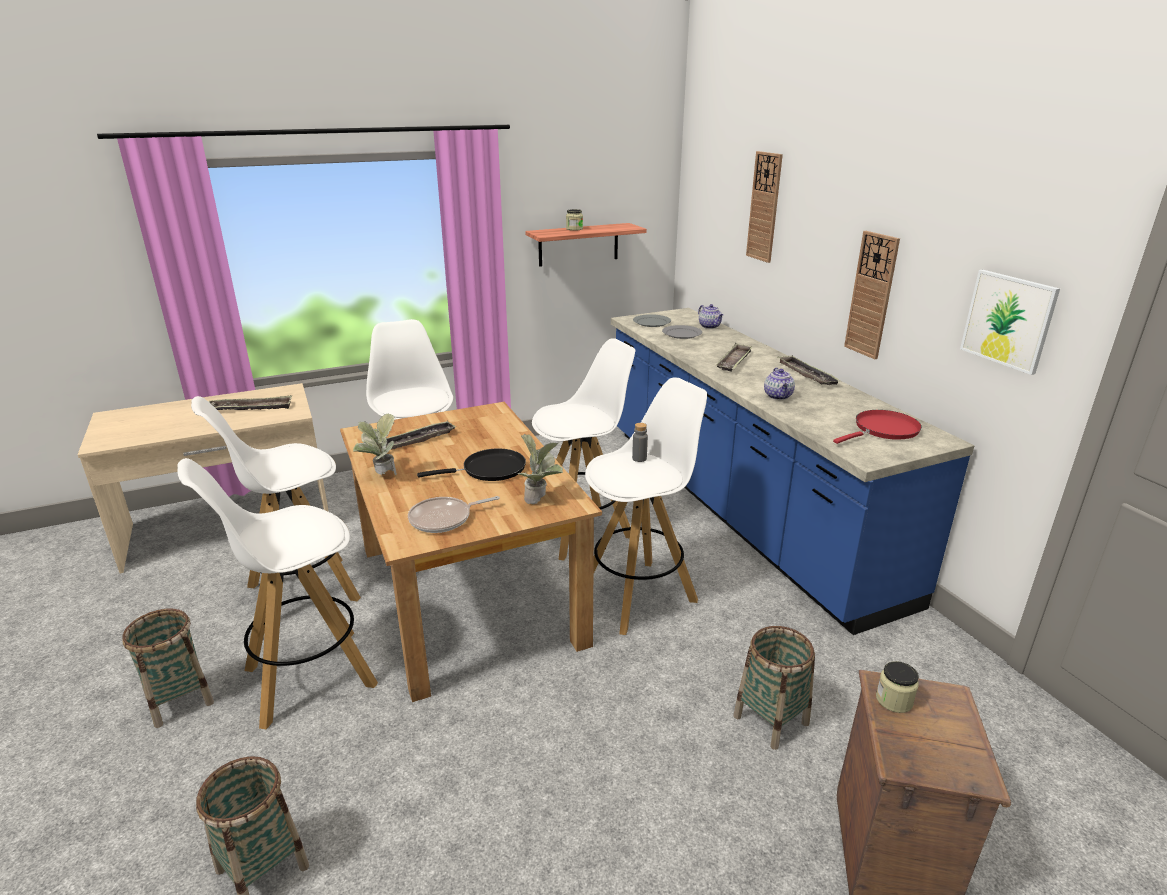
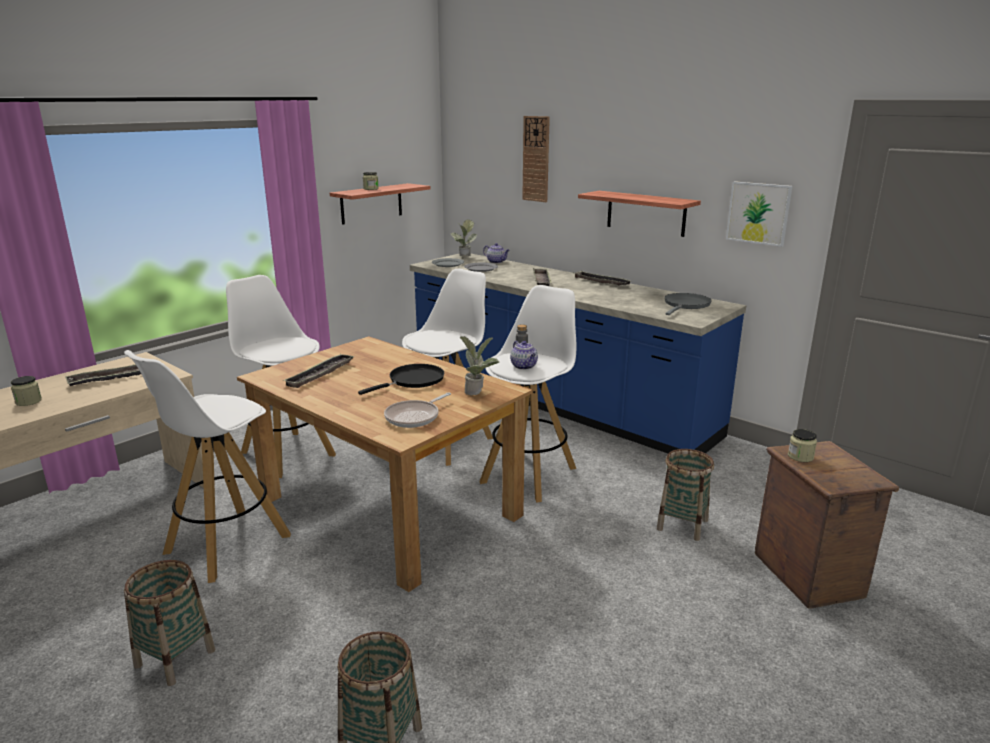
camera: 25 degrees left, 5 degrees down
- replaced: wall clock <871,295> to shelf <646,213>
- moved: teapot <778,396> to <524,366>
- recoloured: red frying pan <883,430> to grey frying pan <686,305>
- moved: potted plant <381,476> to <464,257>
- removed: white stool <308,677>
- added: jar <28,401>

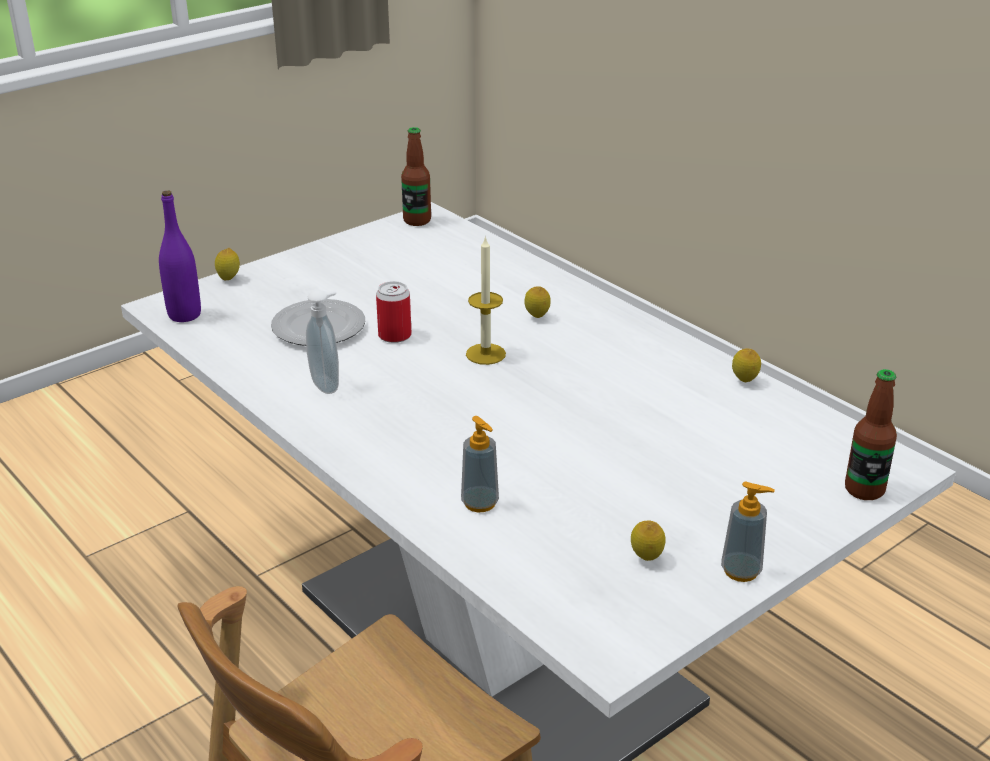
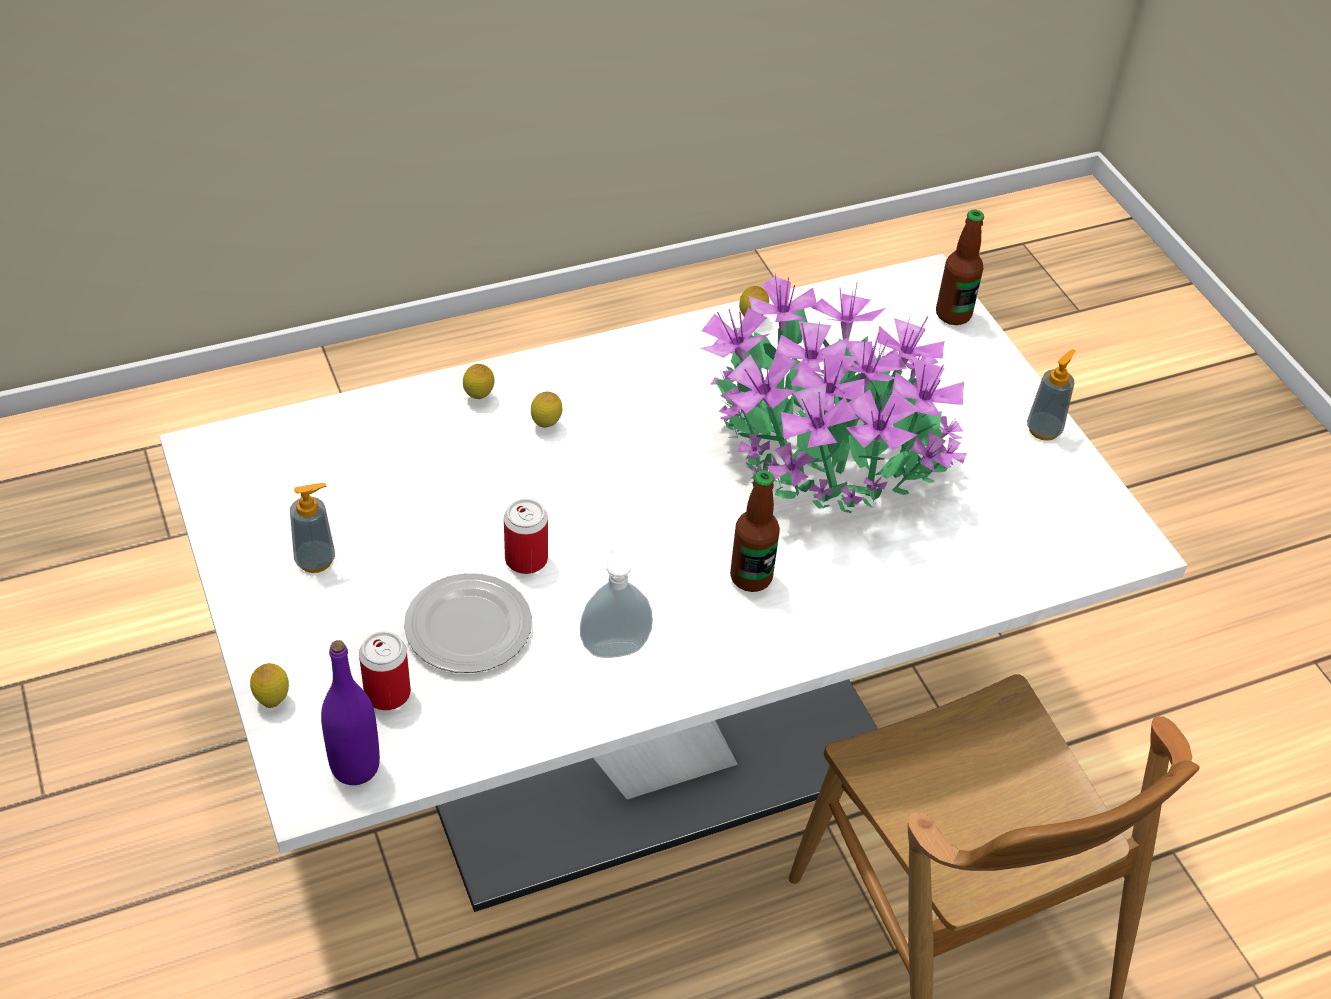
camera: 75 degrees left, 15 degrees up
- moved: bottle <417,220> to <751,577>
- removed: candle <485,354>
- moved: soap dispenser <480,503> to <315,560>
- moved: lemon <646,559> to <479,397>
- added: potted plant <825,456>
- added: can <387,693>

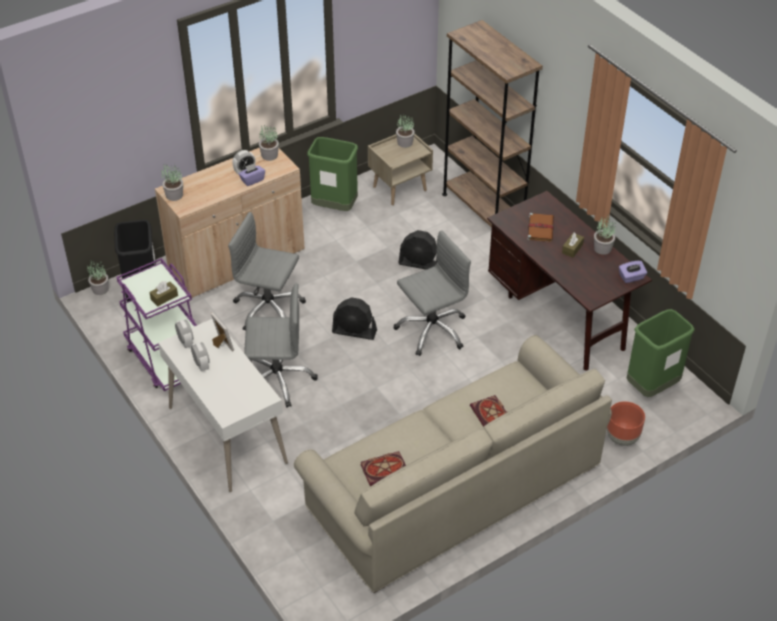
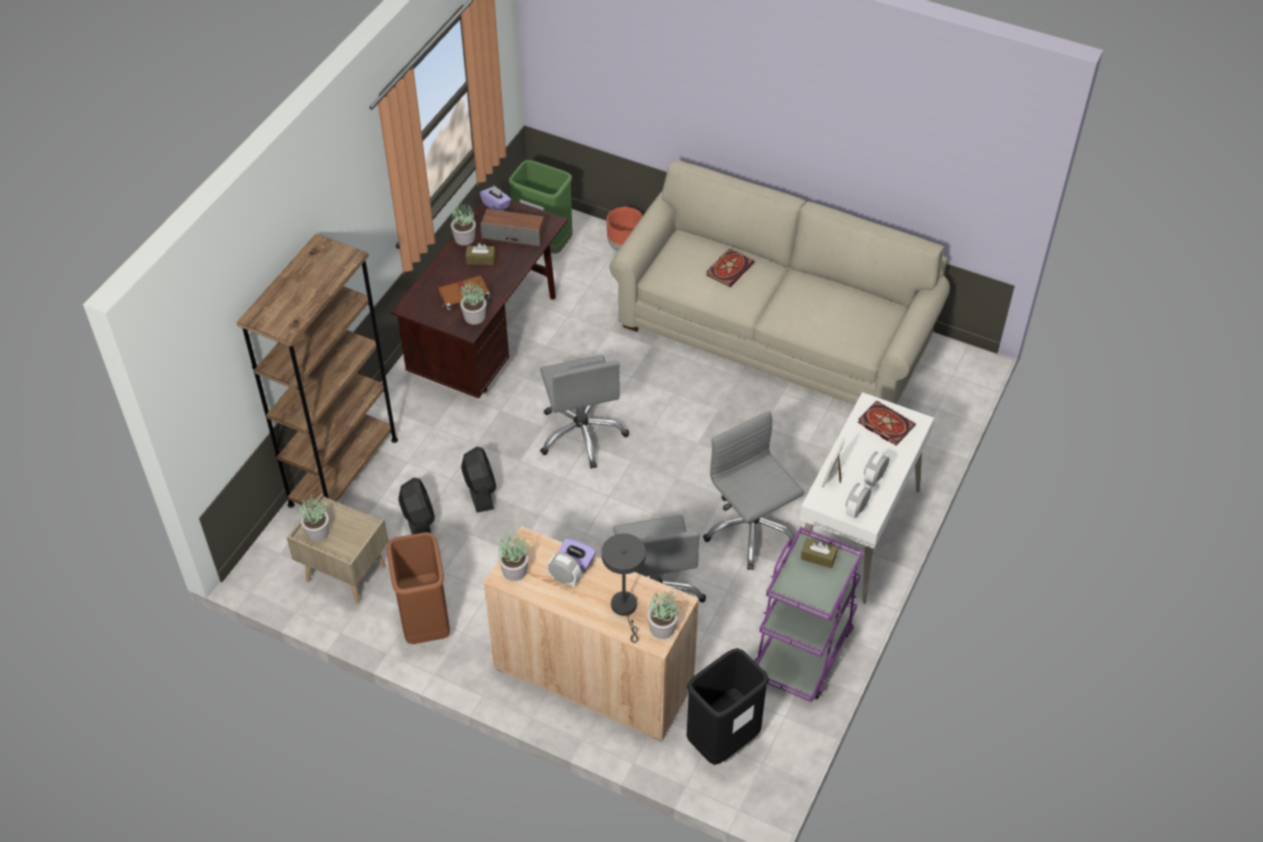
camera: 120 degrees left, 5 degrees up
- recoloured: green trash can <335,207> to brown trash can <425,624>
- turned: grey office chair <432,330> = <582,434> 135 degrees counterclockwise
- moved: potted plant <100,289> to <475,317>
- moved: black fan <354,331> to <419,521>
- moved: book <385,469> to <884,424>
- added: speaker <513,234>
- added: grey table lamp <625,609>

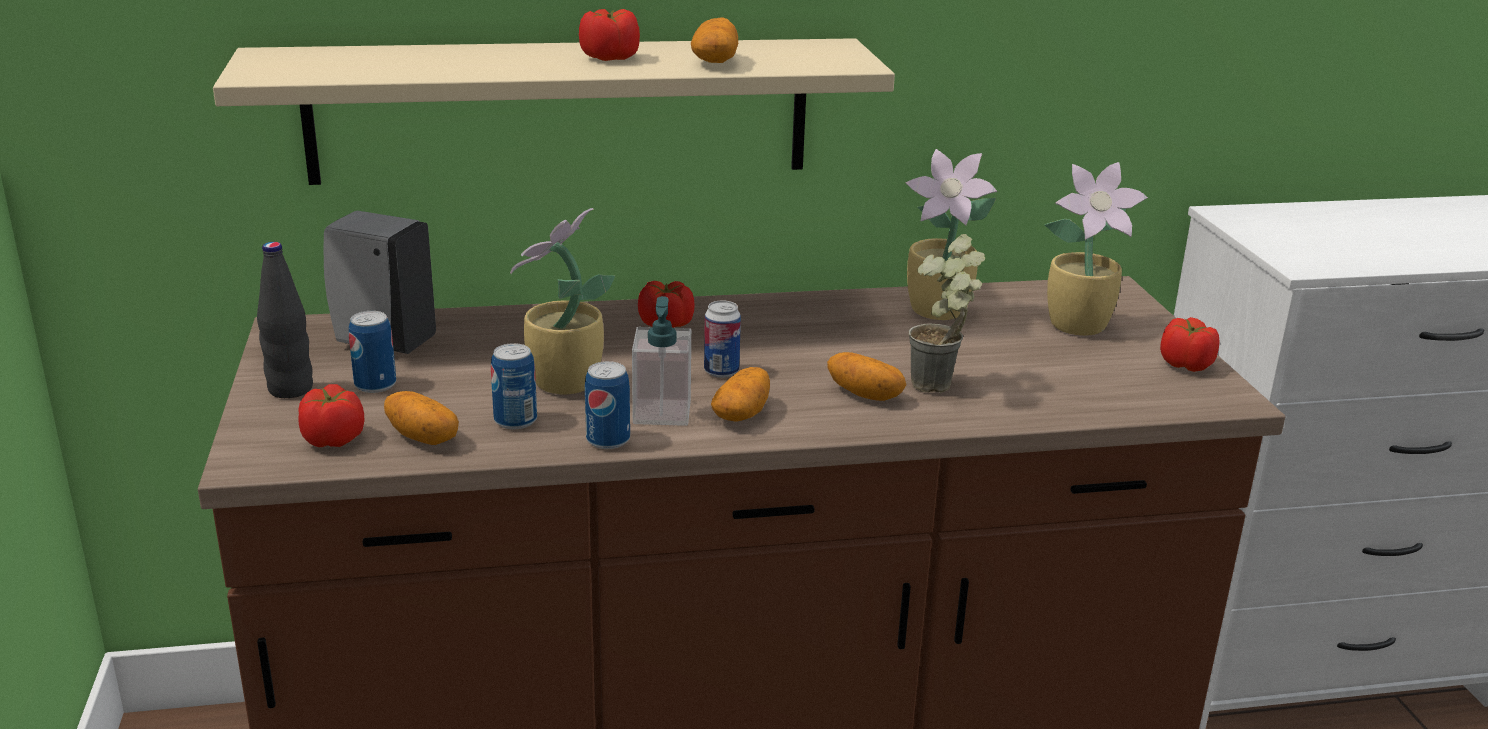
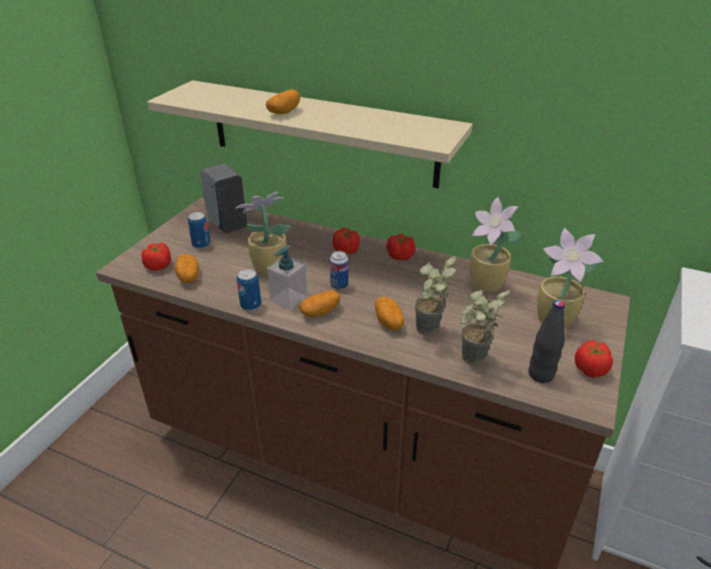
camera: 35 degrees right, 10 degrees up
- moved: tomato <609,58> to <400,256>
- moved: potato <714,62> to <284,112>
- moved: black bottle <291,389> to <541,375>
- removed: can <515,421>
- added: potted plant <472,363>

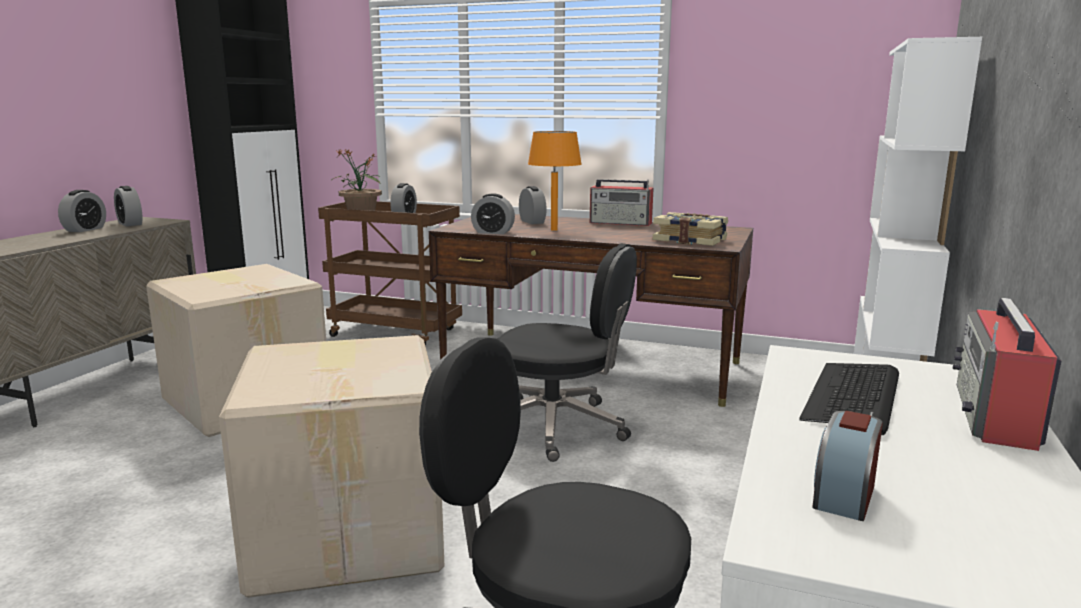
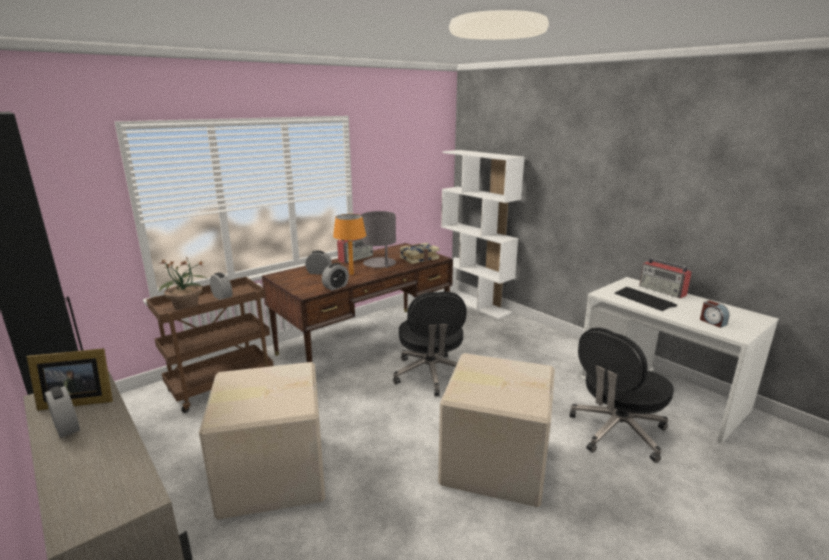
camera: 60 degrees left, 5 degrees up
- replaced: alarm clock <130,224> to picture frame <76,401>
- turned: black office chair <558,427> = <430,375> 120 degrees clockwise
- added: grey table lamp <379,263>

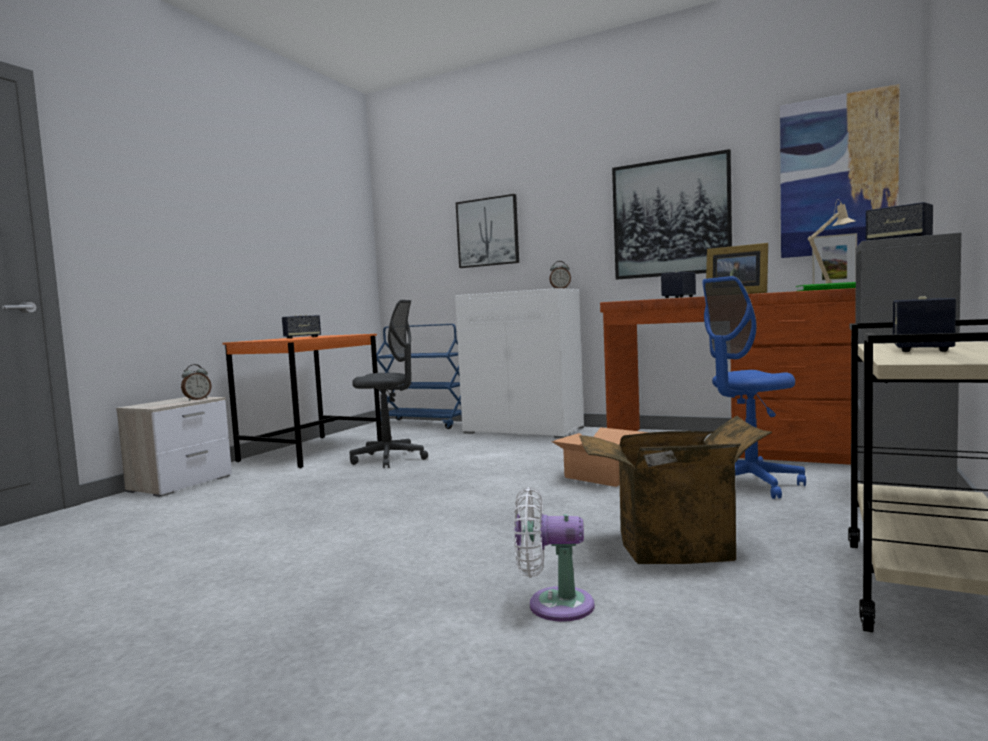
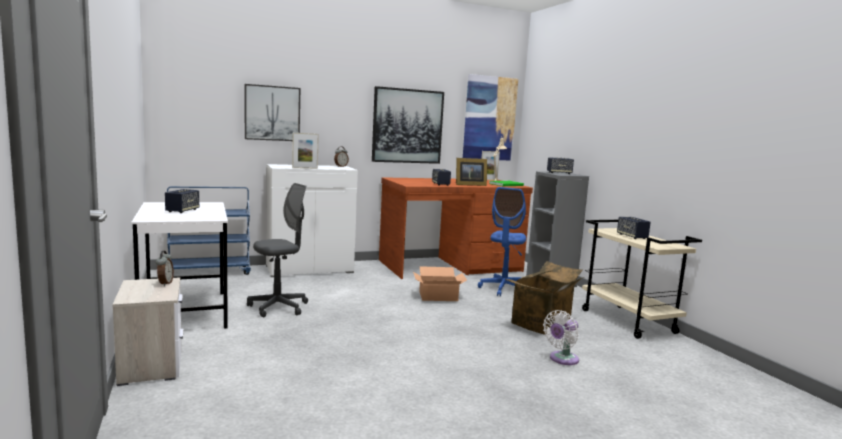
camera: 50 degrees left, 5 degrees up
- recoloured: orange desk <312,451> to white desk <184,312>
- added: picture frame <305,168>

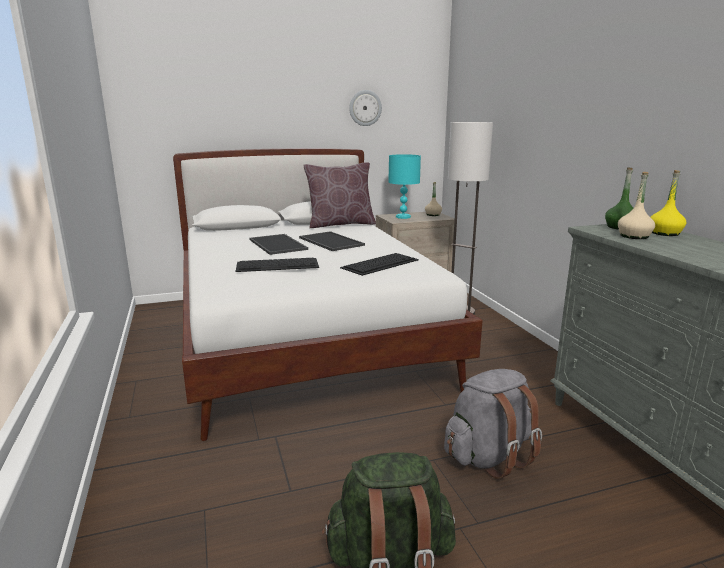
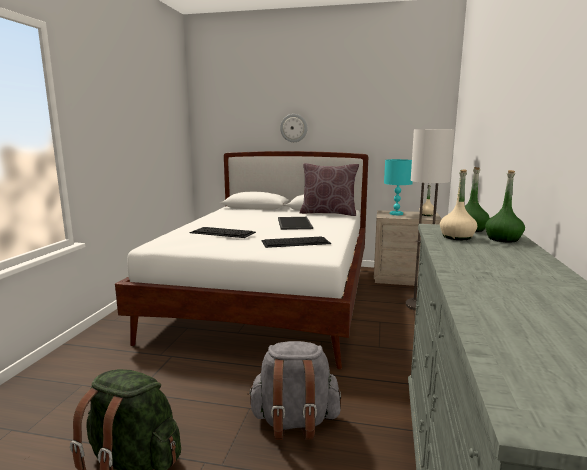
camera: 30 degrees right, 5 degrees down
- moved: wall clock <365,108> to <293,128>
- recoloured: yellow bottle <665,233> to green bottle <503,239>
- removed: tray <279,244>

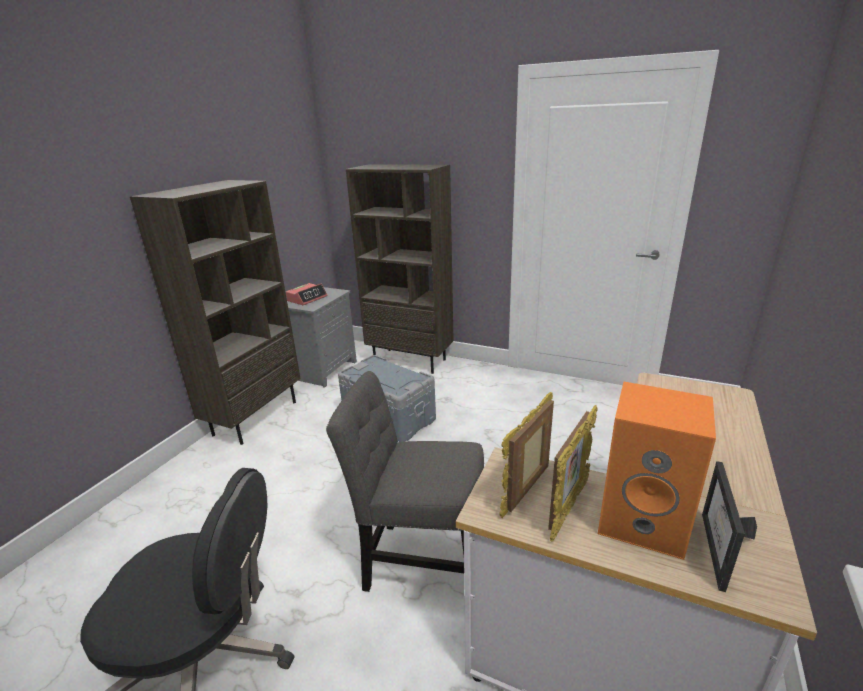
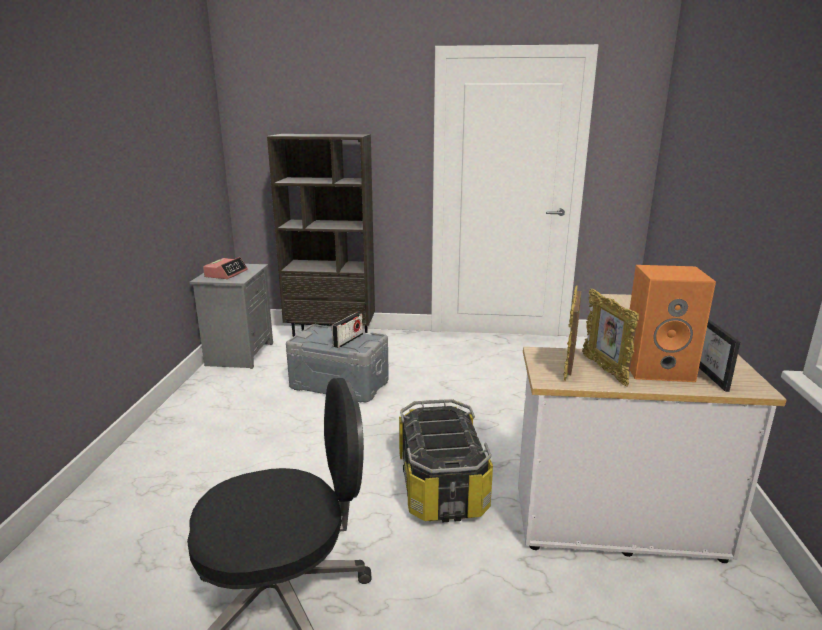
camera: 20 degrees left, 5 degrees down
- removed: brown bookcase <255,417>
- replaced: grey chair <420,562> to storage box <440,485>
- turned: picture frame <568,508> = <605,370> 150 degrees clockwise
- added: radio <348,340>

